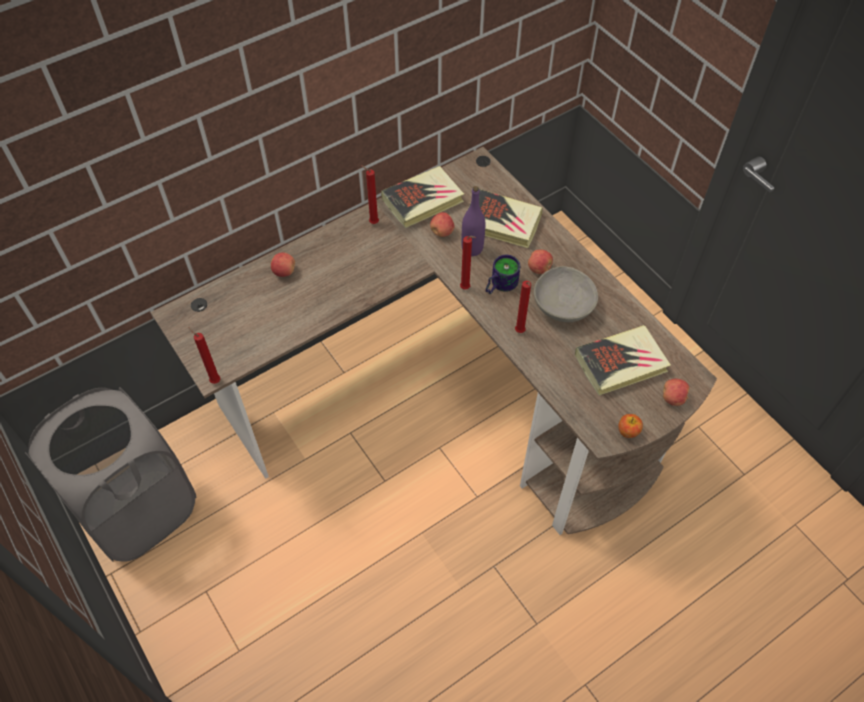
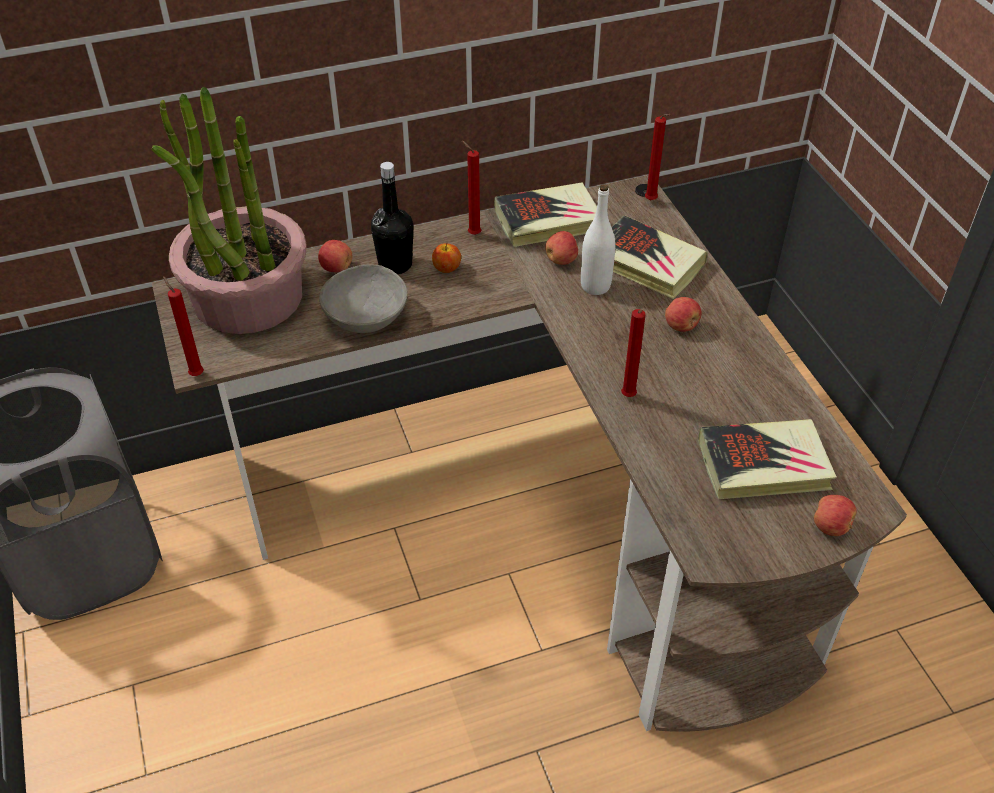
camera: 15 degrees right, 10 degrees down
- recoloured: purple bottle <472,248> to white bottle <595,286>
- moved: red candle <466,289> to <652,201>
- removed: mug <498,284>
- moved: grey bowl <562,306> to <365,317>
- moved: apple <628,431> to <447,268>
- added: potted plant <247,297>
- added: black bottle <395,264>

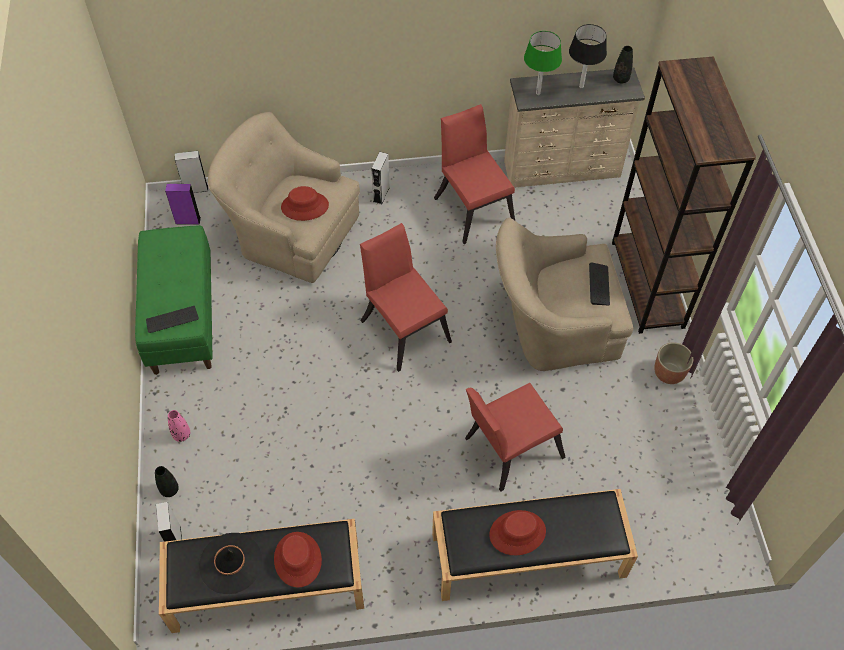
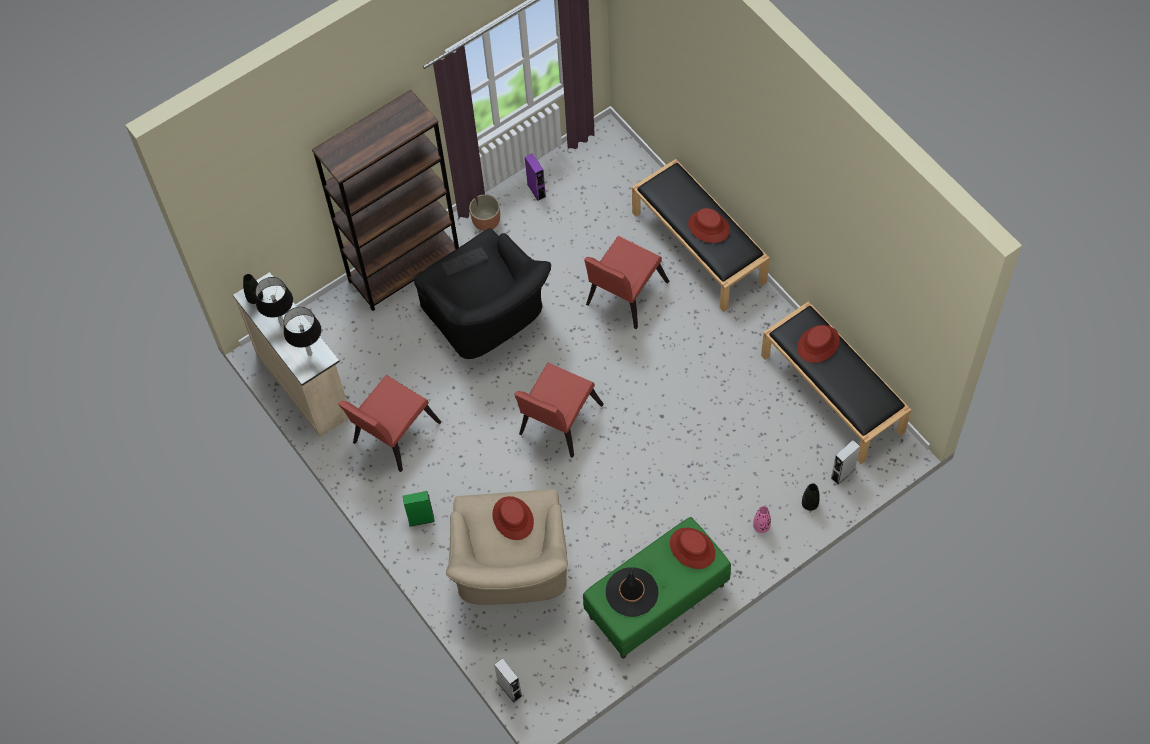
camera: 115 degrees left, 5 degrees up
- recoloured: green table lamp <538,93> to black table lamp <309,353>
- recoloured: grey speaker <381,194> to green speaker <421,519>
- moved: purple speaker <187,220> to <536,190>
- recoloured: beige armchair <552,325> to black armchair <488,317>
- replaced: keyboard <172,320> to red hat <692,548>
- turned: red chair <508,449> = <623,296> 90 degrees clockwise
- moved: black hat <231,563> to <632,592>

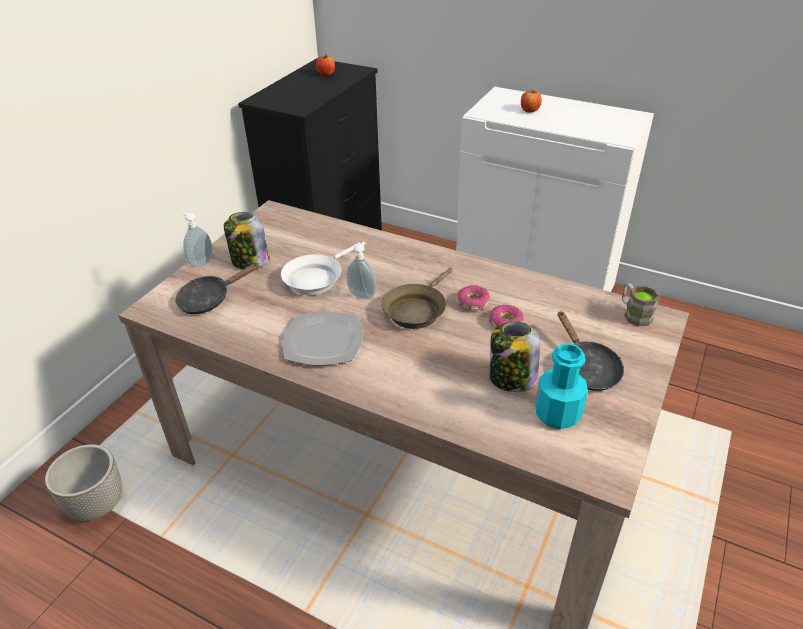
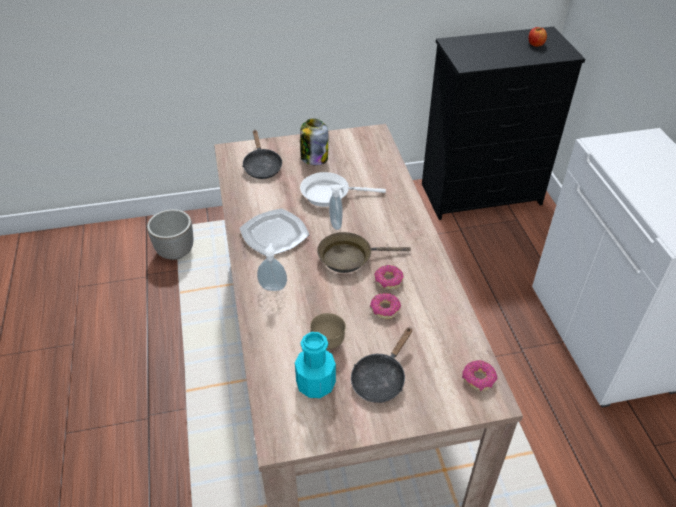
camera: 50 degrees right, 5 degrees up
- removed: apple <529,110>
- moved: soap dispenser <200,262> to <273,286>
- turned: black frying pan <209,299> = <262,166> 120 degrees counterclockwise
- replaced: brown mug <634,314> to donut <478,379>
- replaced: jar <511,379> to brown bowl <328,342>

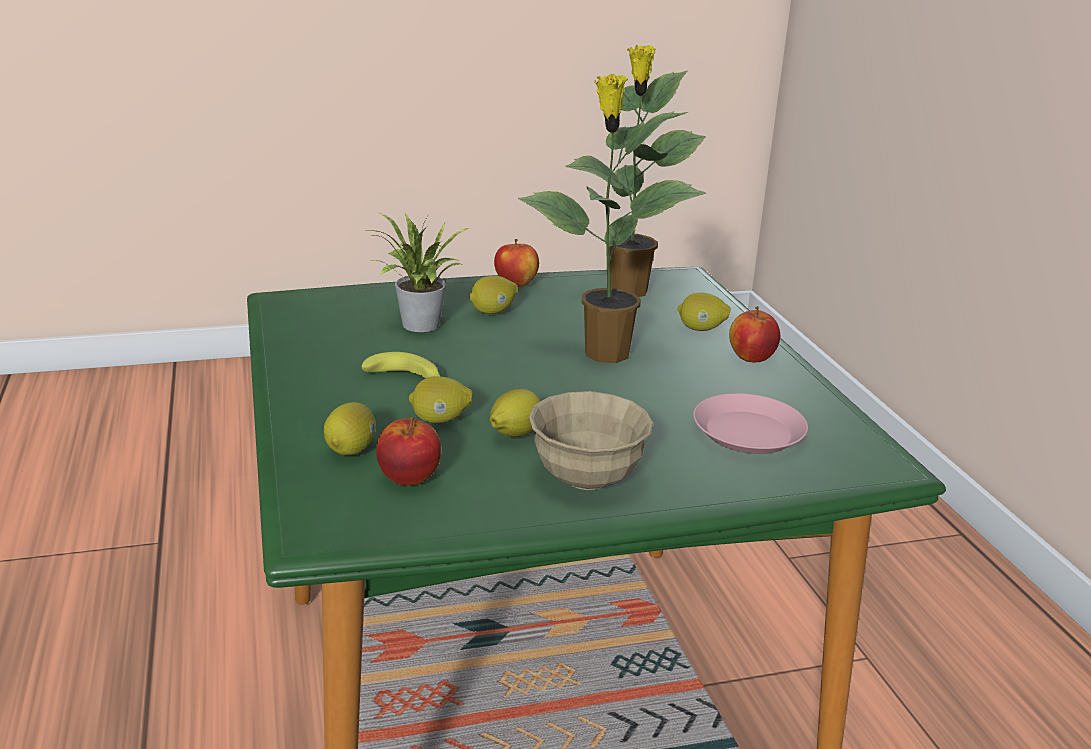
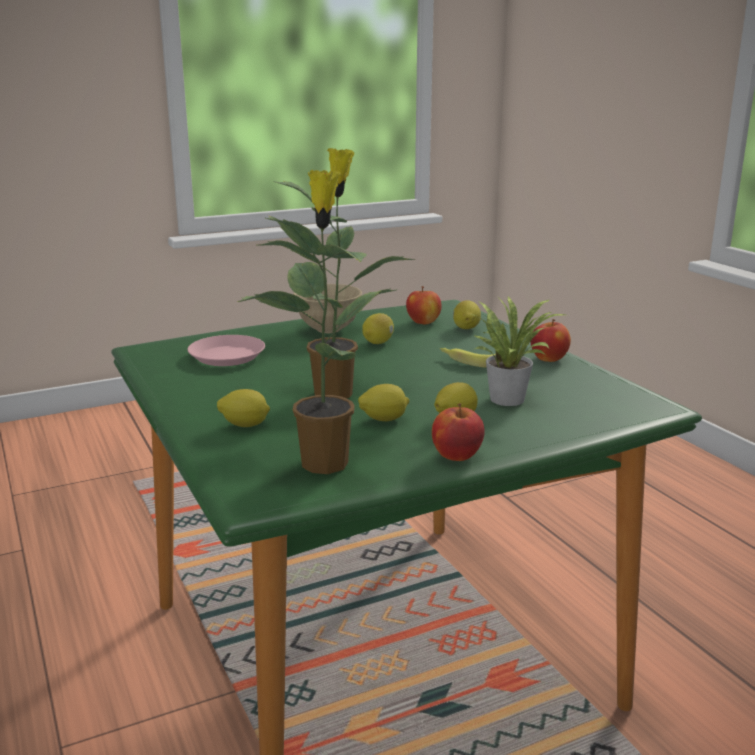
camera: 170 degrees right, 5 degrees down
- moved: apple <751,358> to <549,359>
- moved: lemon <440,420> to <383,420>

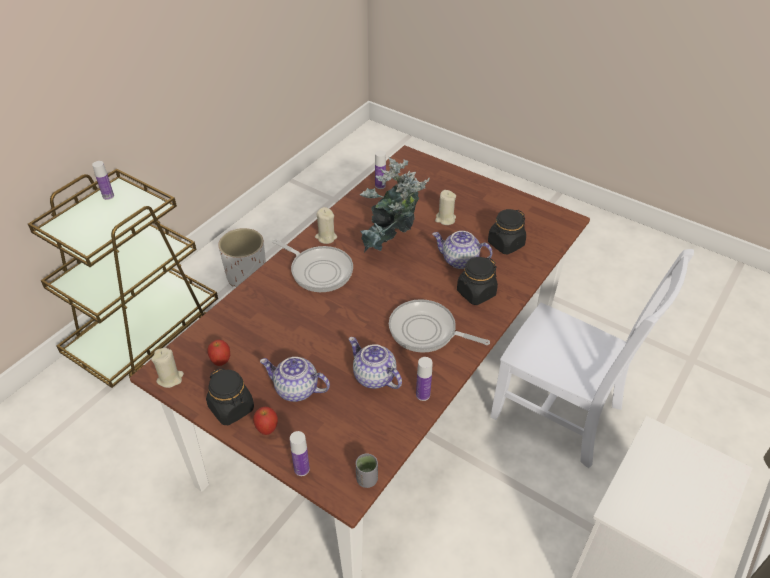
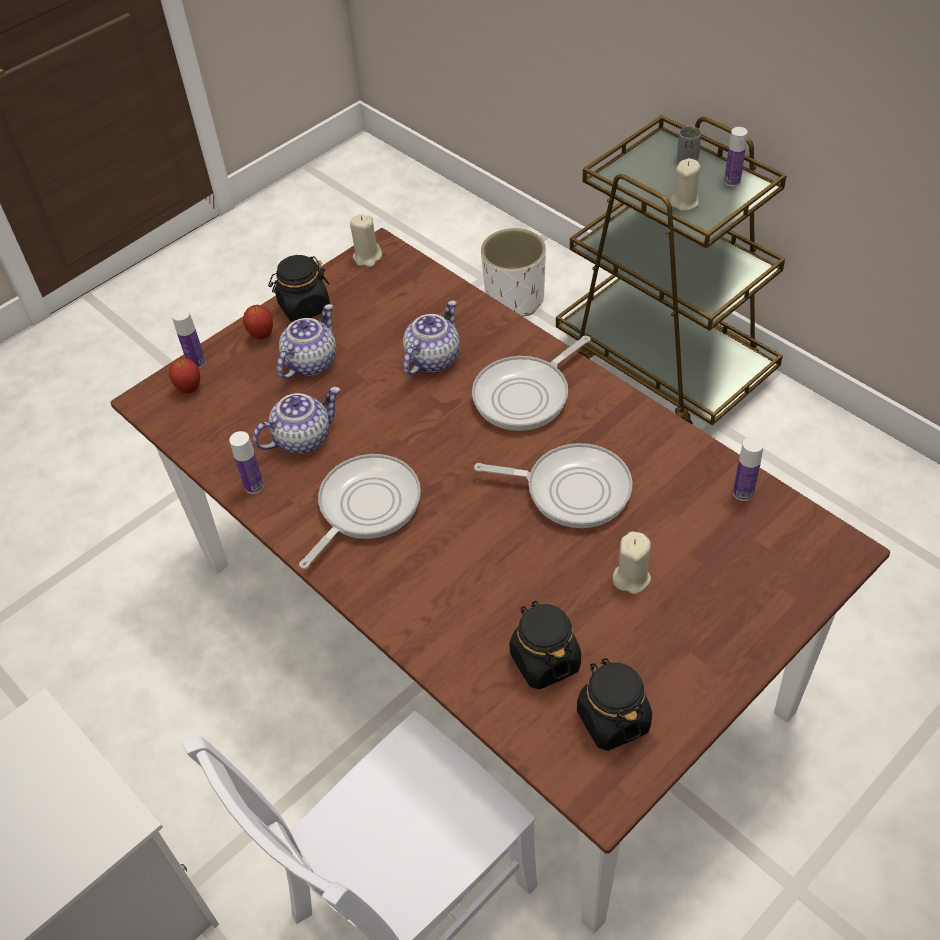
camera: 105 degrees right, 5 degrees up
- replaced: potted plant <391,244> to frying pan <572,489>
- moved: beige candle <326,237> to <684,202>
- moved: white planter <247,276> to <515,299>
- moved: teapot <459,260> to <432,358>
- moved: black jar <476,293> to <613,719>
- moved: apple <221,362> to <189,389>
- moved: grey cup <367,479> to <687,159>

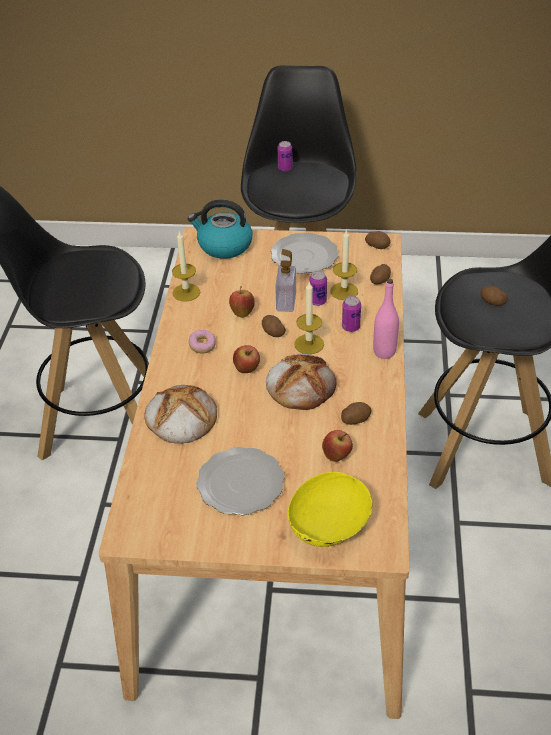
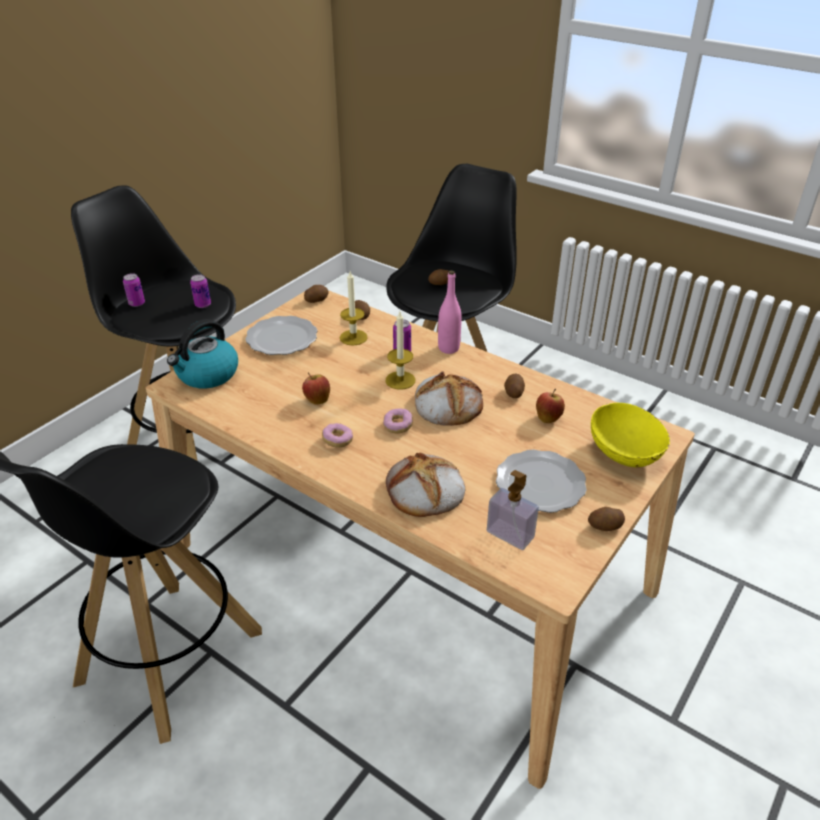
camera: 60 degrees left, 5 degrees down
- removed: candle <186,292>
- moved: soap dispenser <286,301> to <510,534>
- moved: can <317,301> to <203,305>
- moved: potato <272,332> to <605,527>
- replaced: apple <247,370> to donut <398,426>

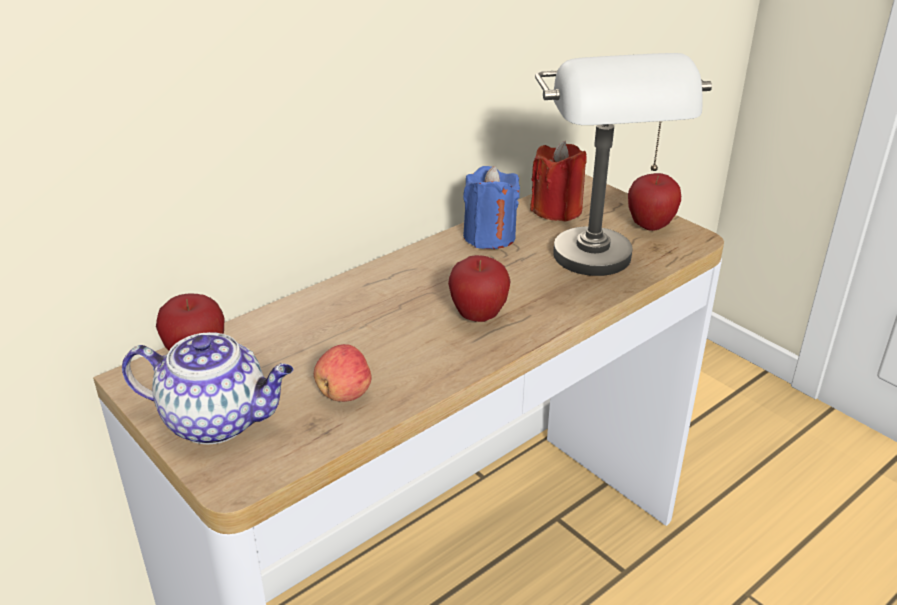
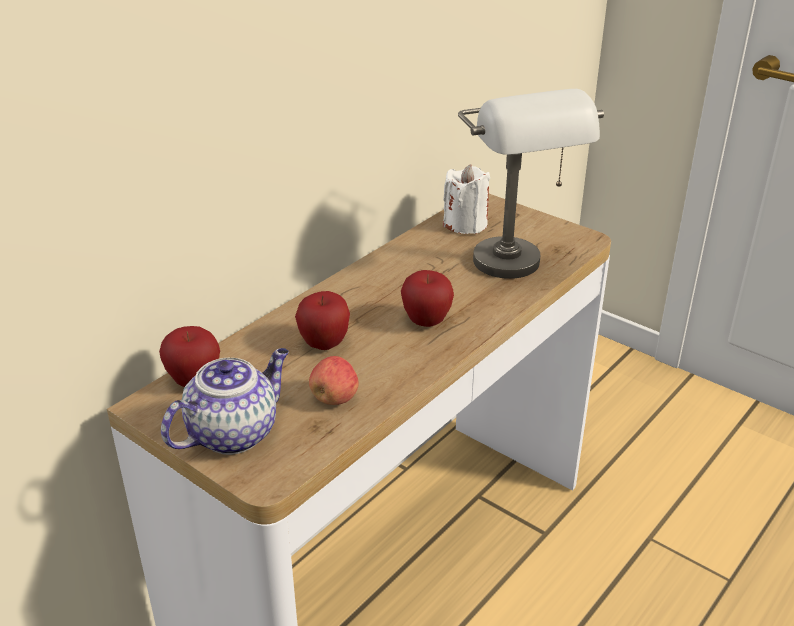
camera: 10 degrees left, 0 degrees up
- recoloured: red candle <557,210> to white candle <465,224>
- removed: blue candle <489,237>
- moved: apple <650,226> to <324,344>
- turned: teapot <218,420> = <234,432> 45 degrees counterclockwise

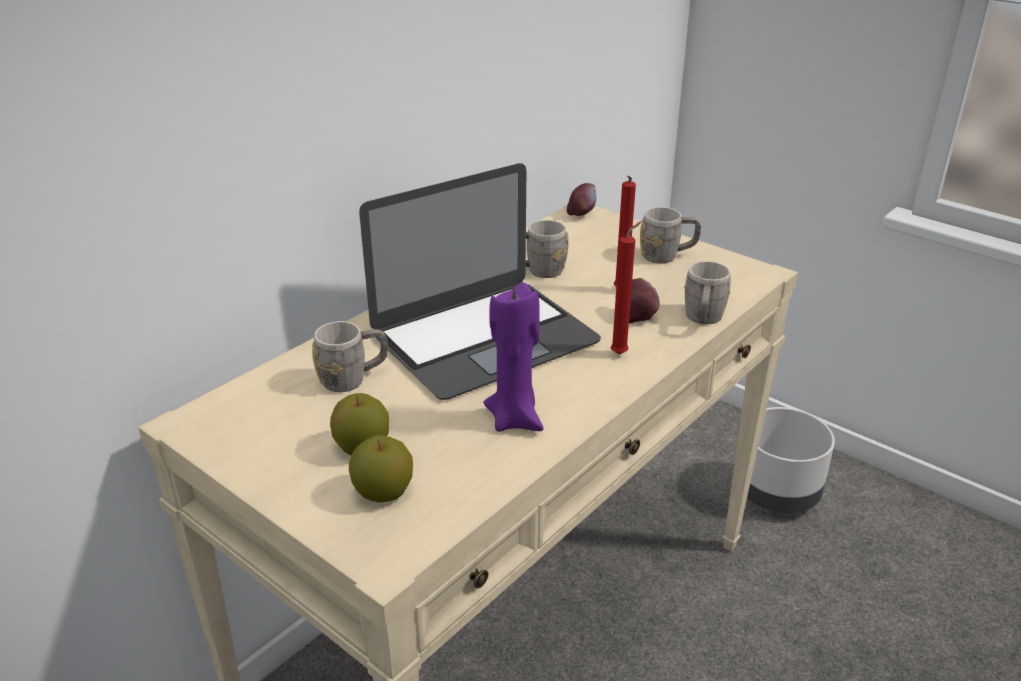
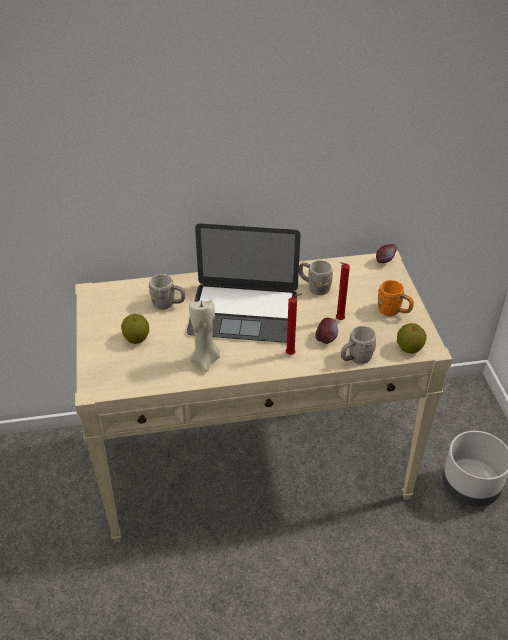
camera: 40 degrees right, 10 degrees up
- recoloured: grey mug <667,256> to orange mug <393,311>
- recoloured: purple candle <515,419> to beige candle <206,360>
- moved: apple <383,492> to <409,348>

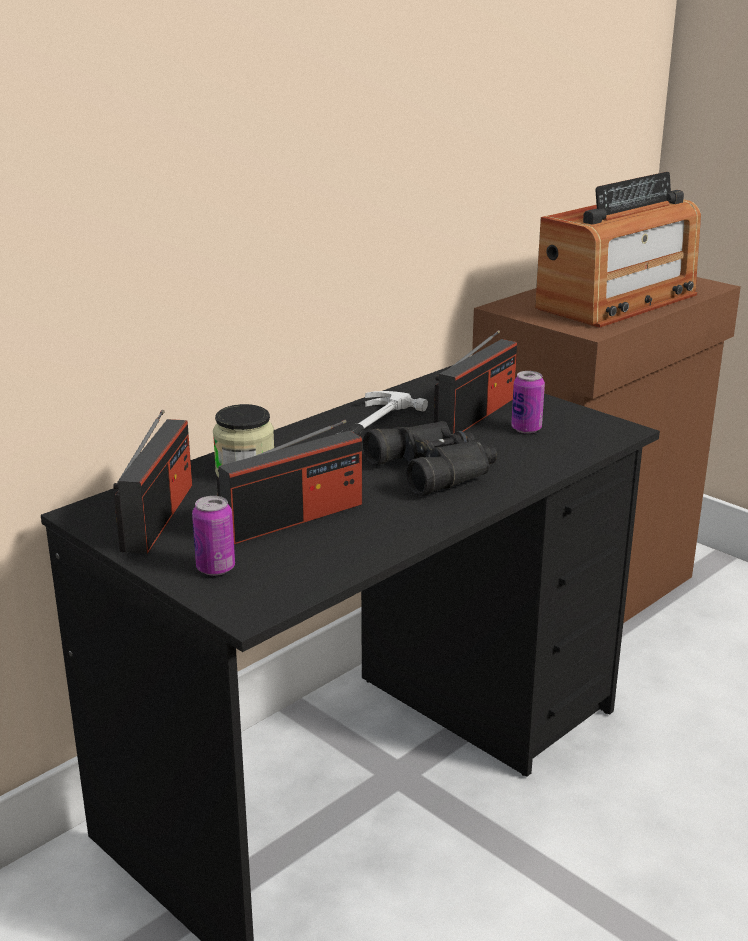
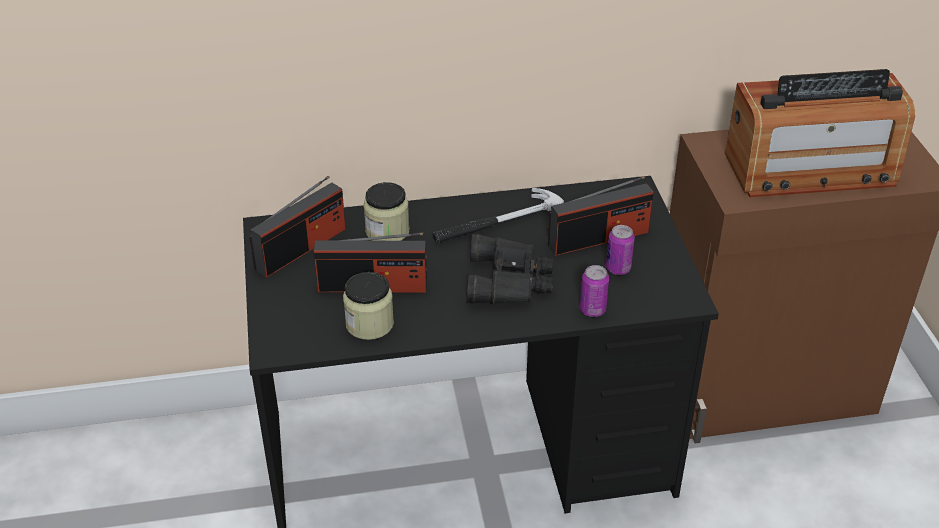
camera: 35 degrees right, 15 degrees up
- moved: can <215,568> to <592,310>
- added: jar <369,324>

